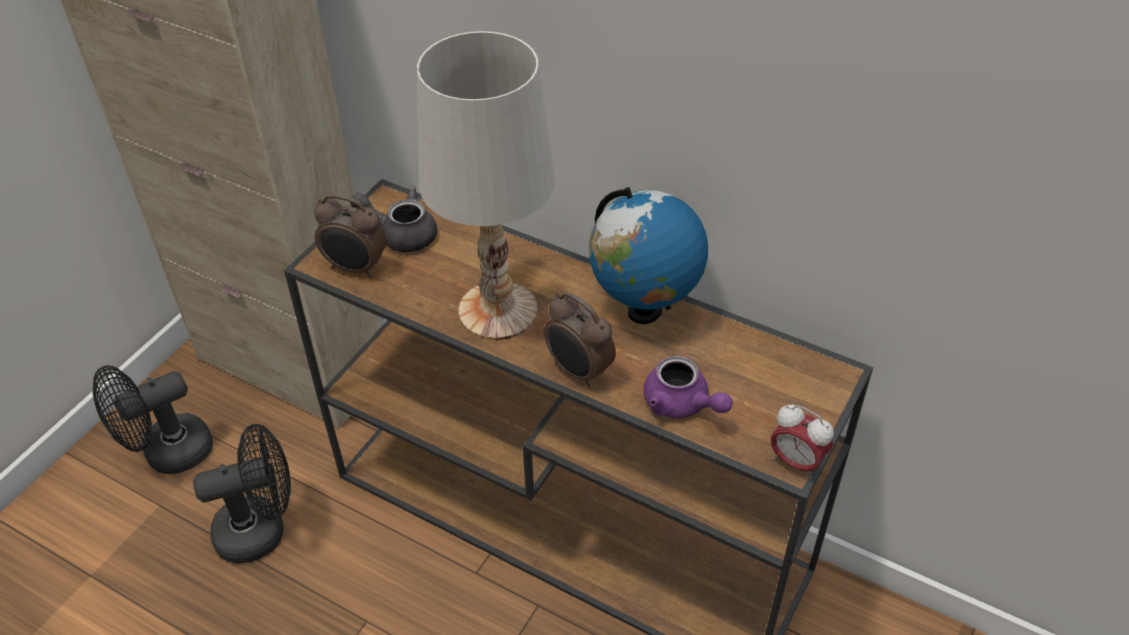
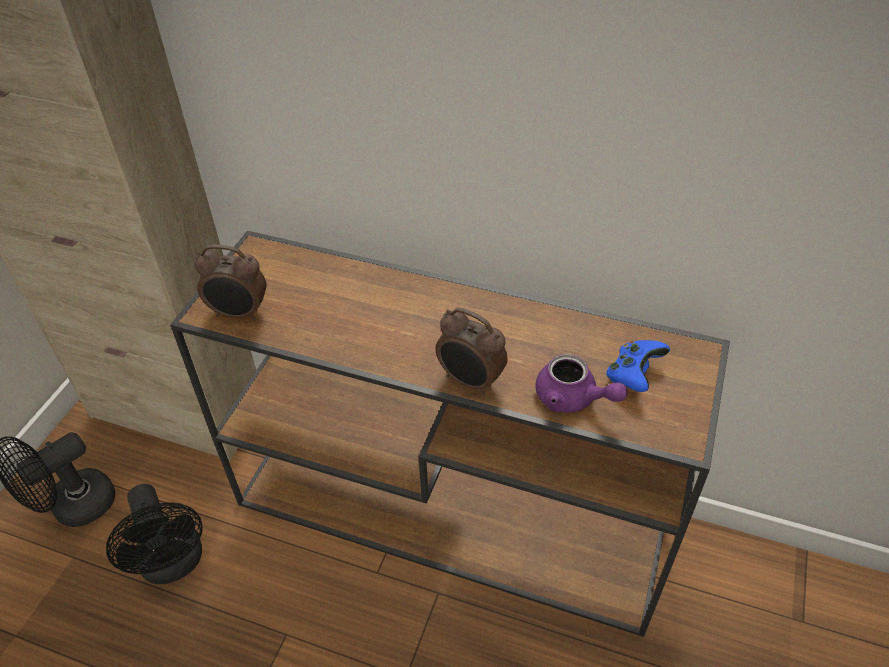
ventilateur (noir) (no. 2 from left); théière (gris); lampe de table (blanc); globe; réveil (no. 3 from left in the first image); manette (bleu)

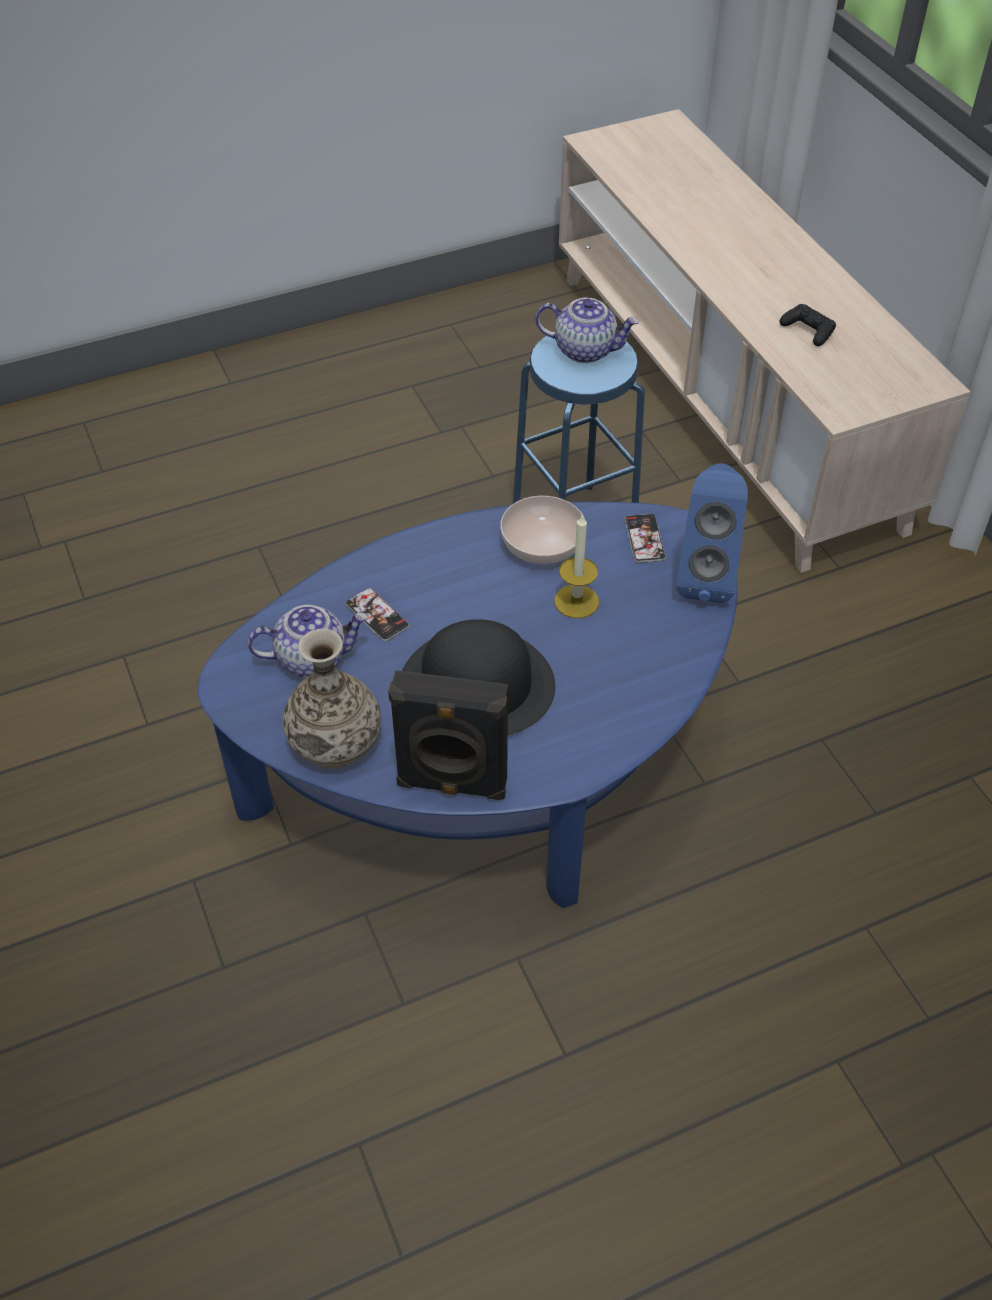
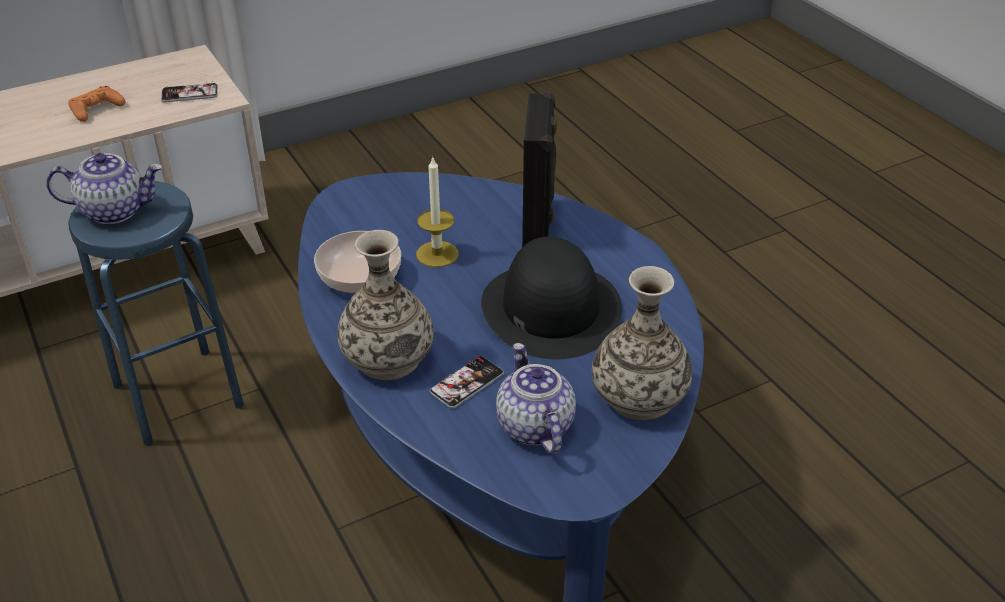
enceinte (noir); théière (no. 1 from left); téléphone (no. 1 from left); enceinte (bleu); manette (orange); vase (no. 1 from left)

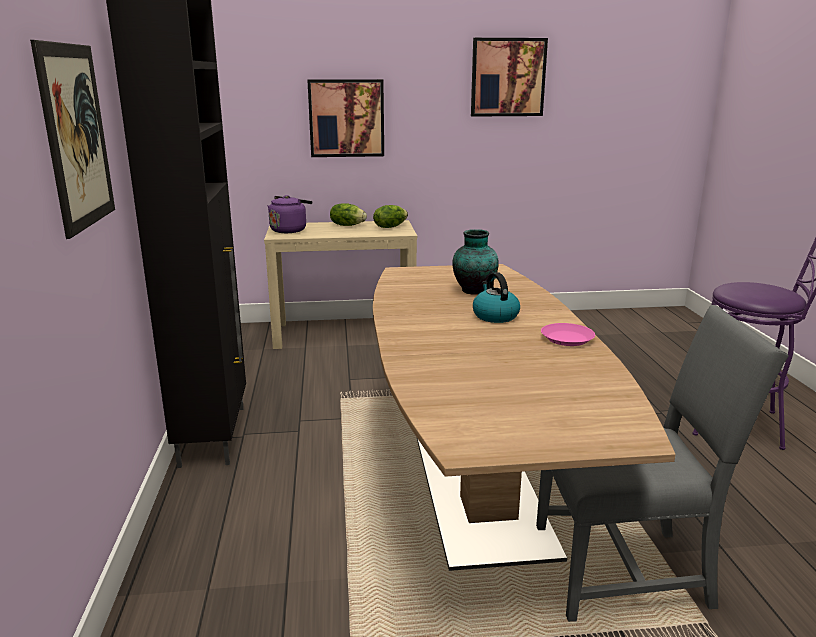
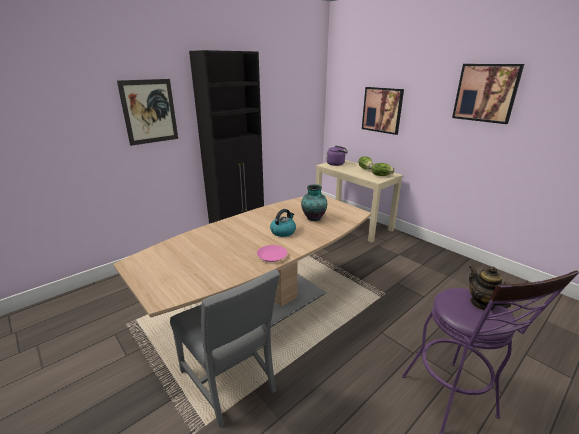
théière

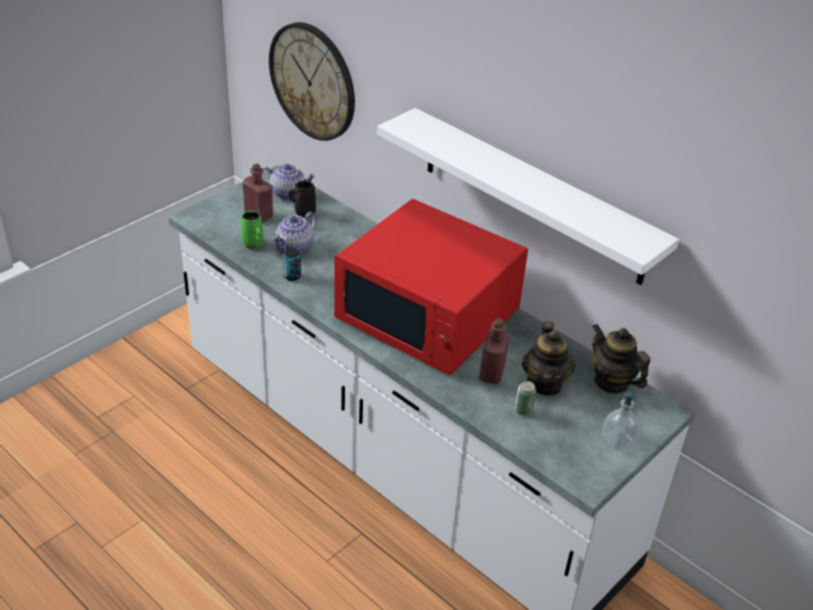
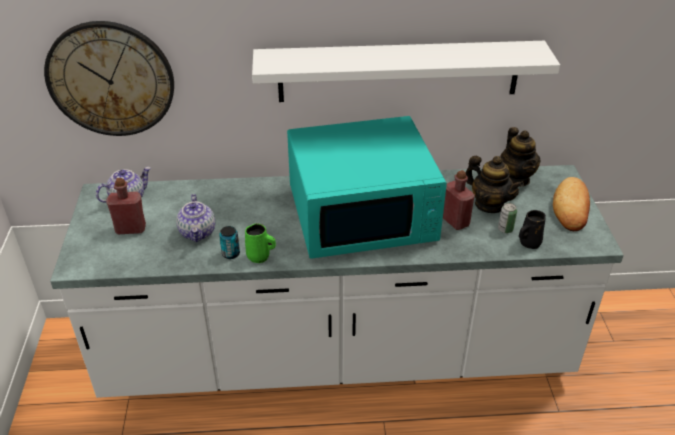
mug (vert); mug (noir); micro-ondes (turquoise); théière (no. 4 from left); pain

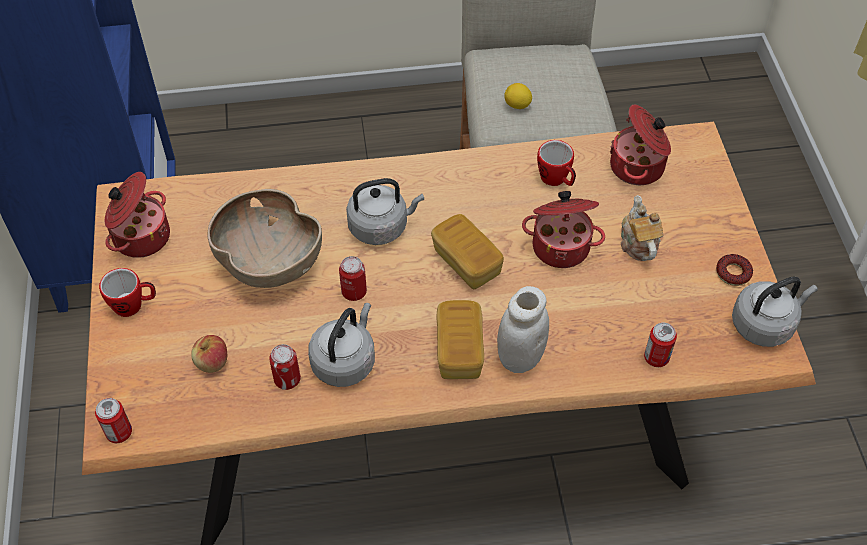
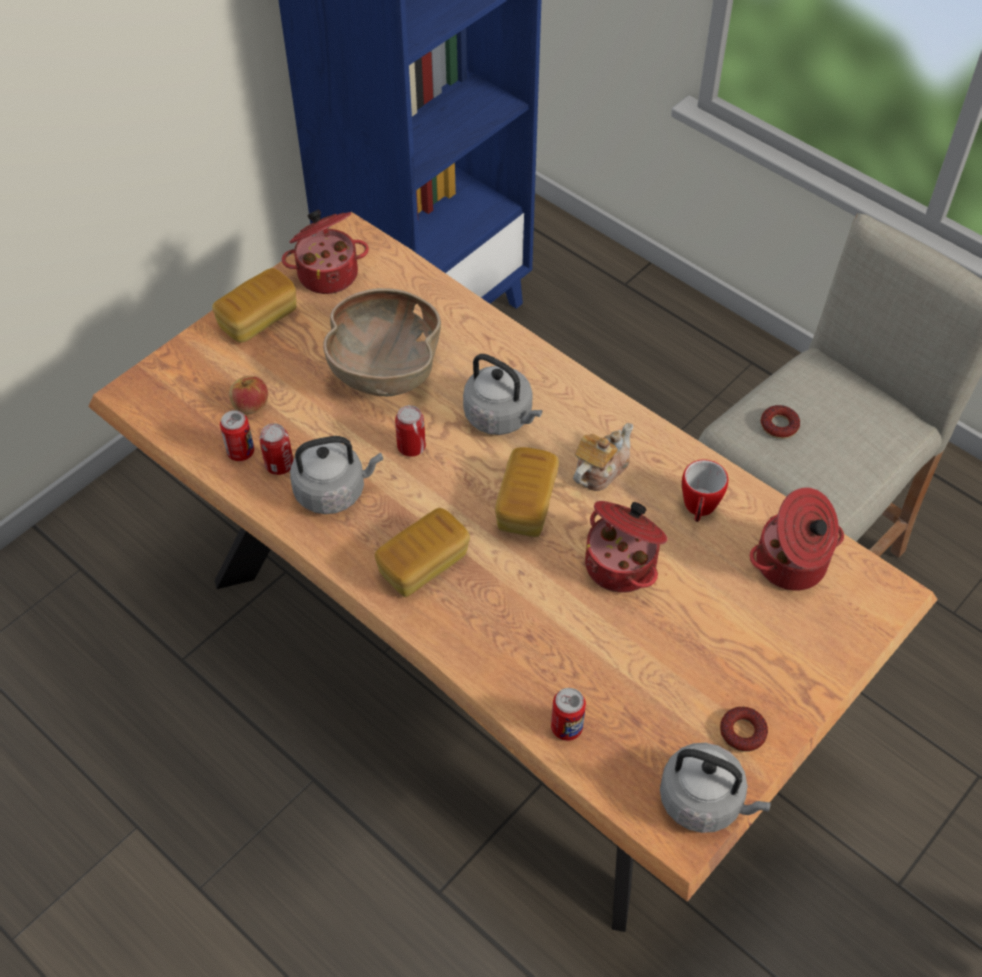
boîte métallique (no. 1 from left); pain (no. 1 from left); bocal (blanc); beignet (no. 2 from left); théière

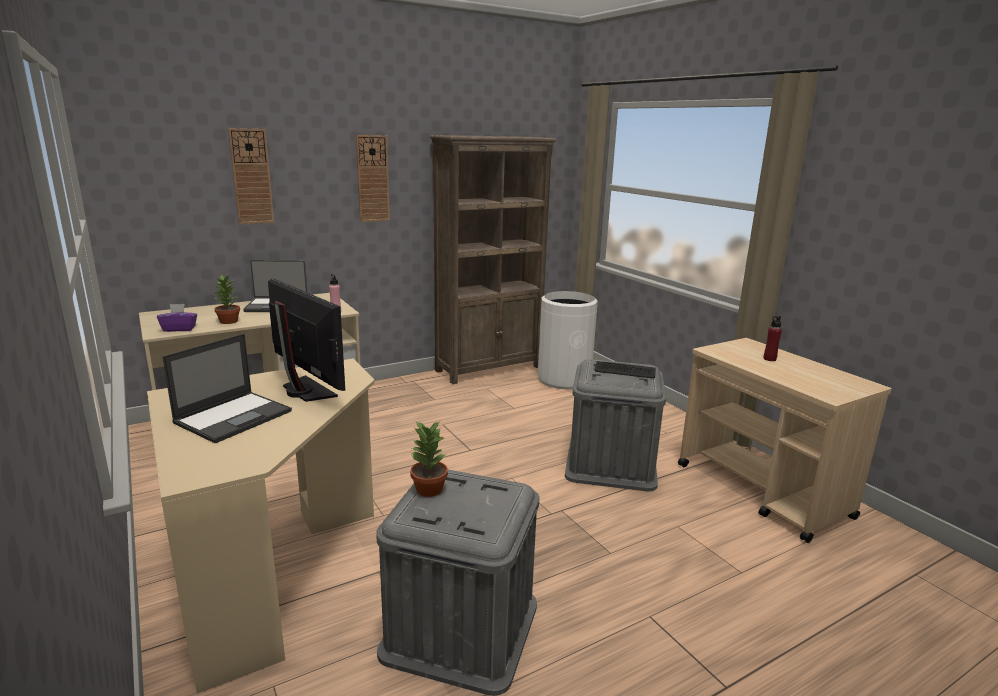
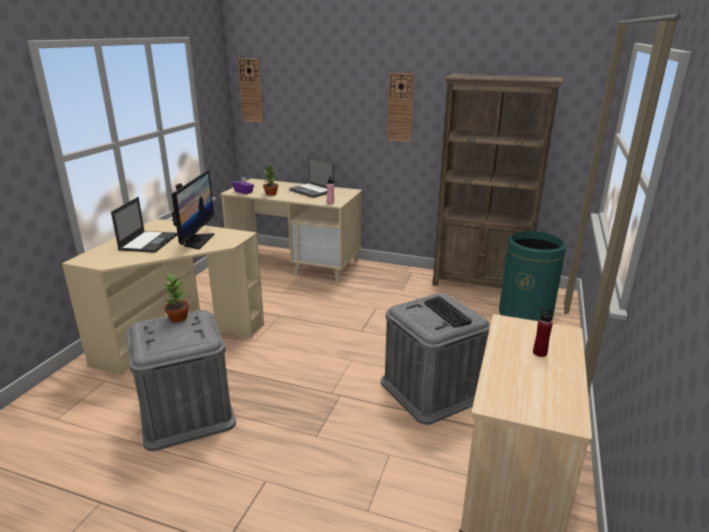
ordinateur portable (no. 1 from left); horloge murale (no. 1 from left); poubelle (vert)

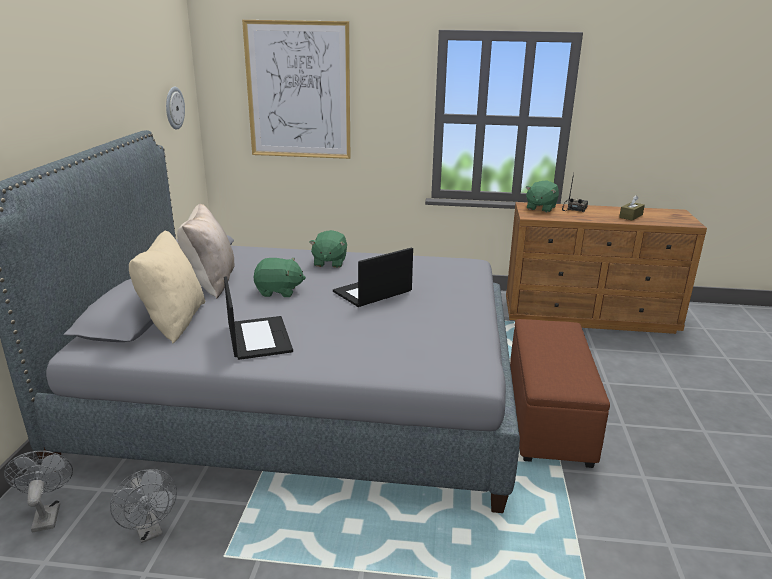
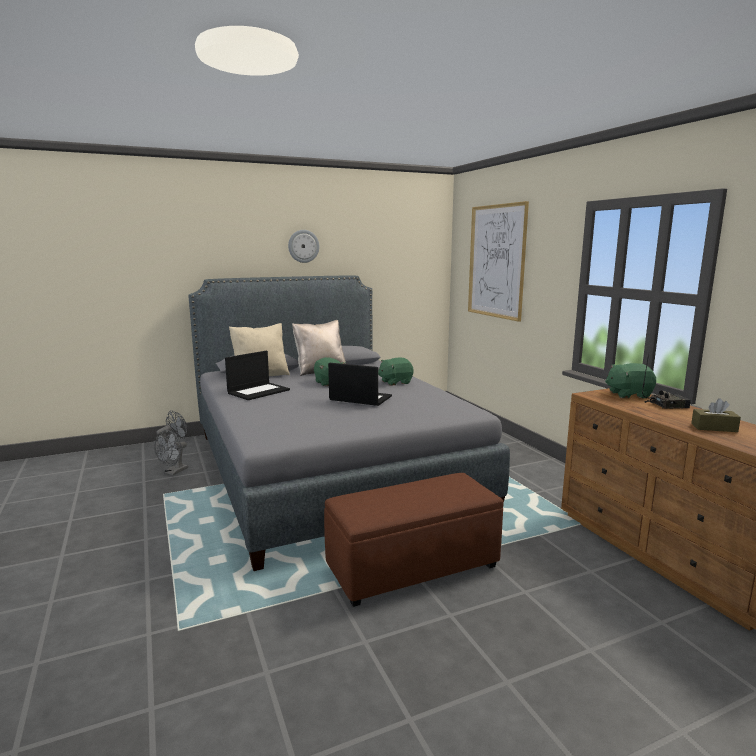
horloge murale

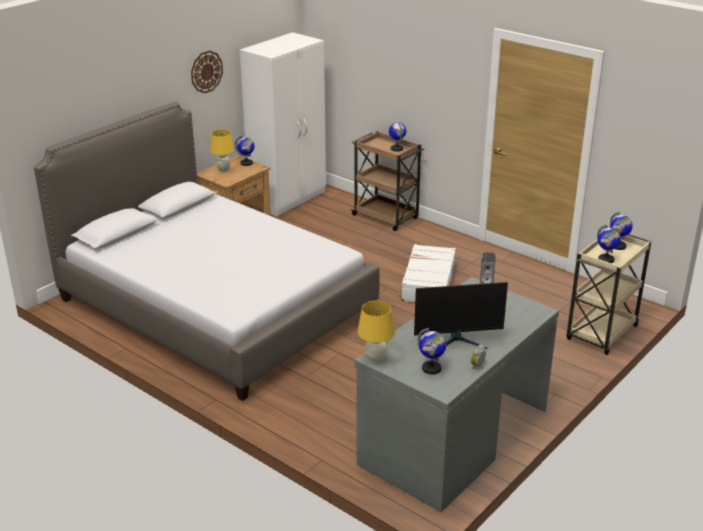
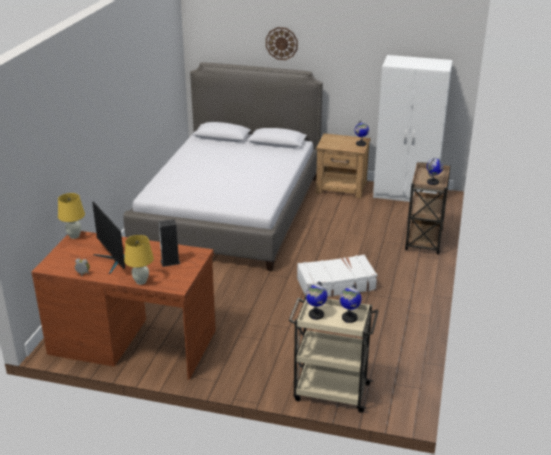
horloge murale; lampe de table (jaune) (no. 2 from left); bureau (marron); globe (no. 3 from left in the first image)

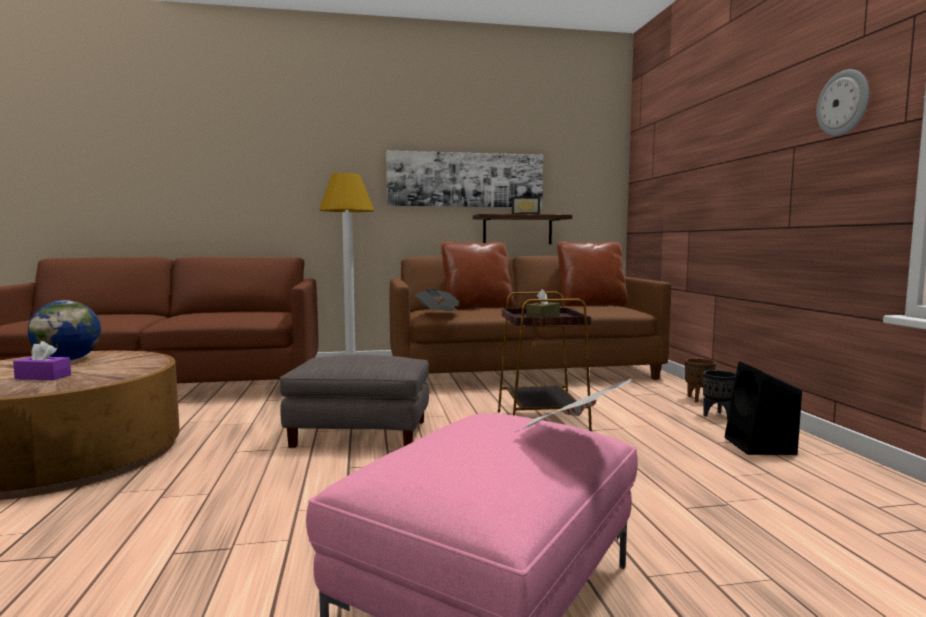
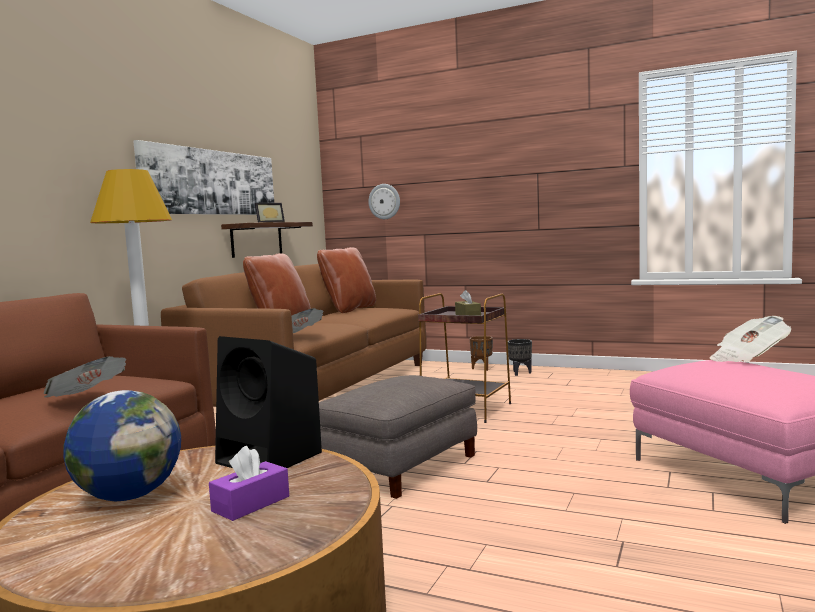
enceinte (noir); horloge murale; journal (no. 1 from left)

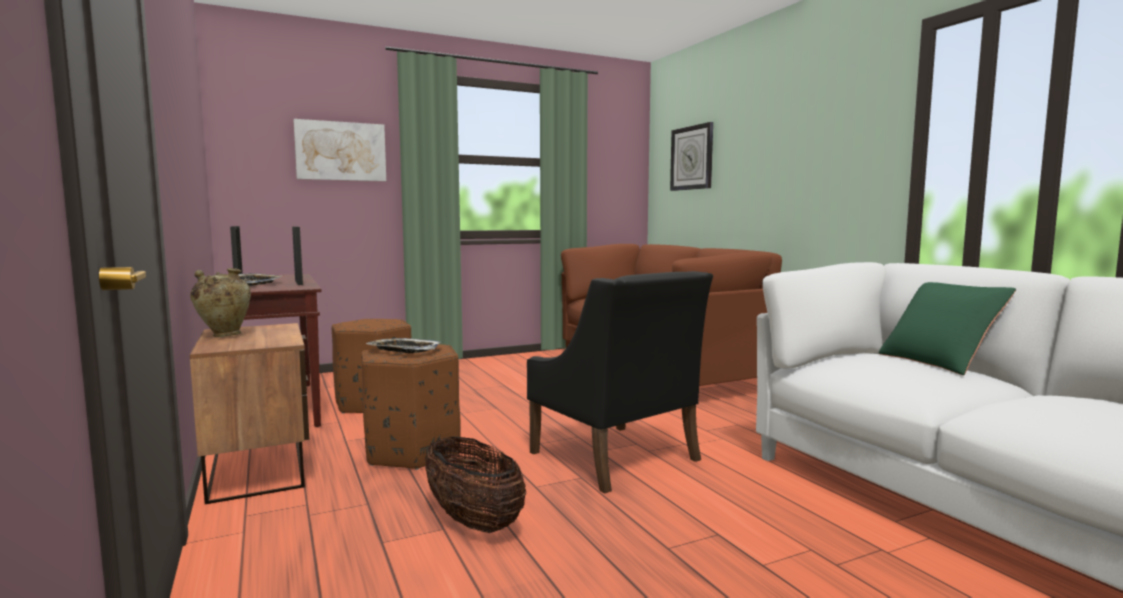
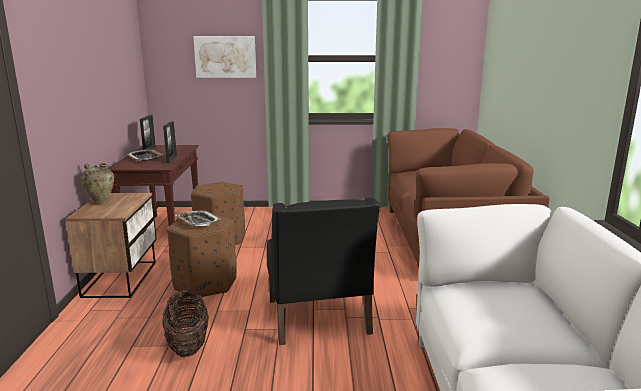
horloge murale; coussin (vert)

